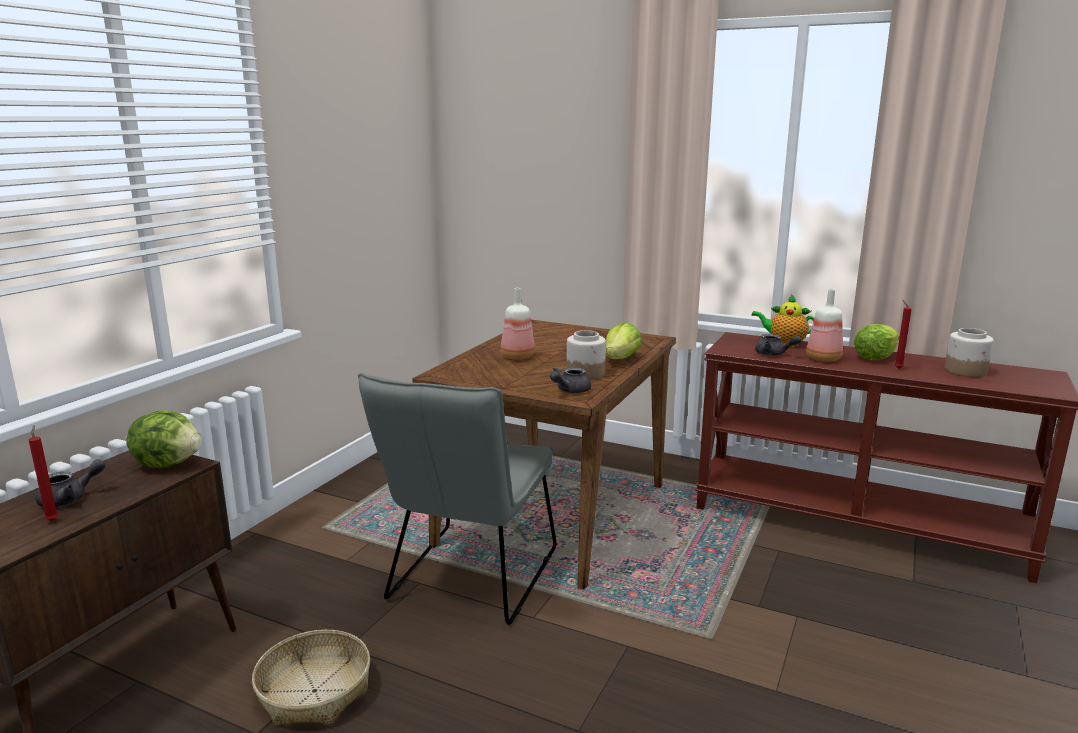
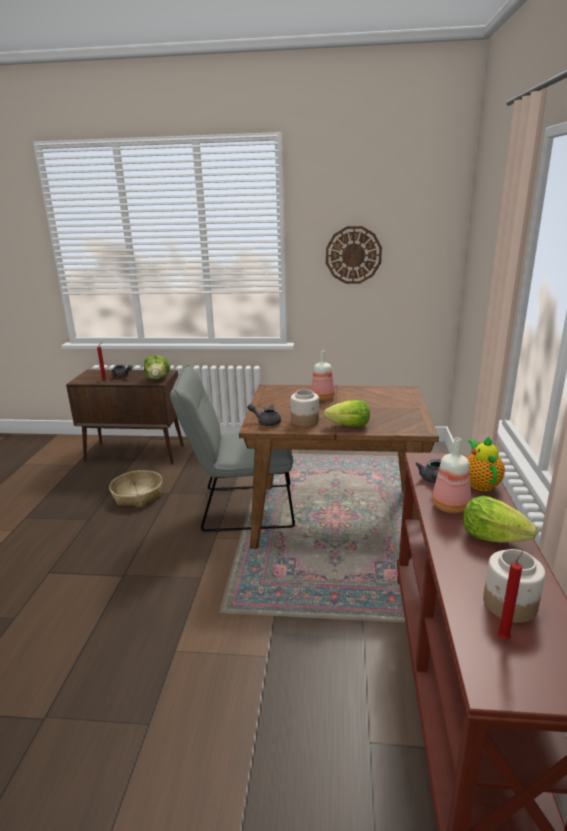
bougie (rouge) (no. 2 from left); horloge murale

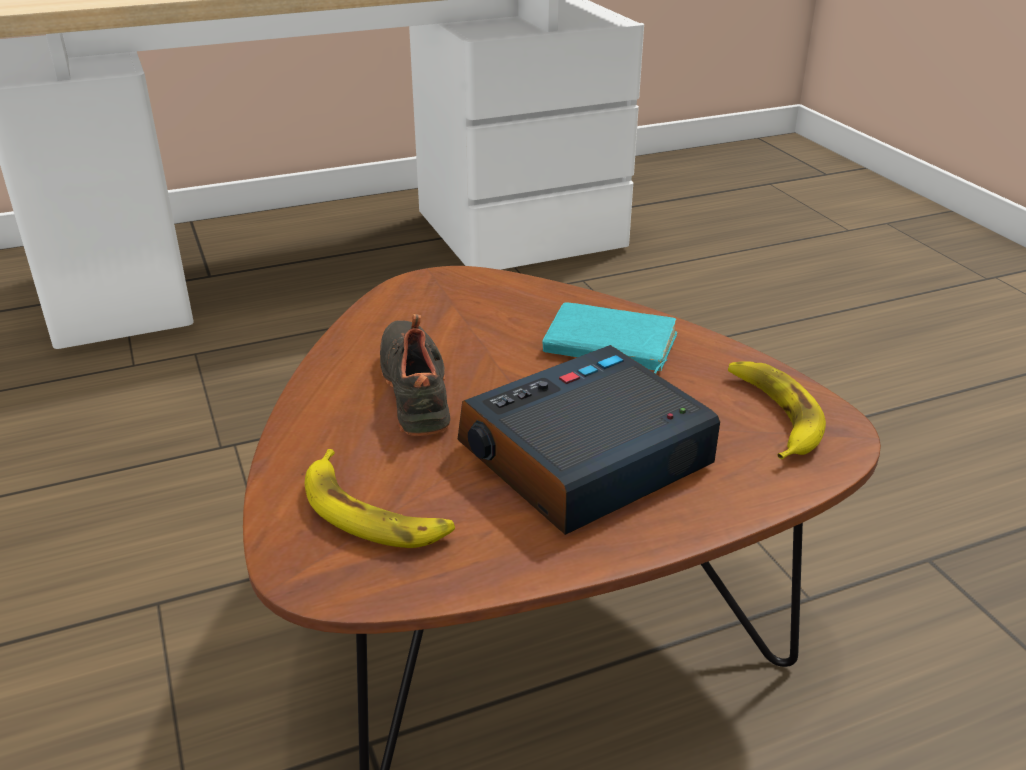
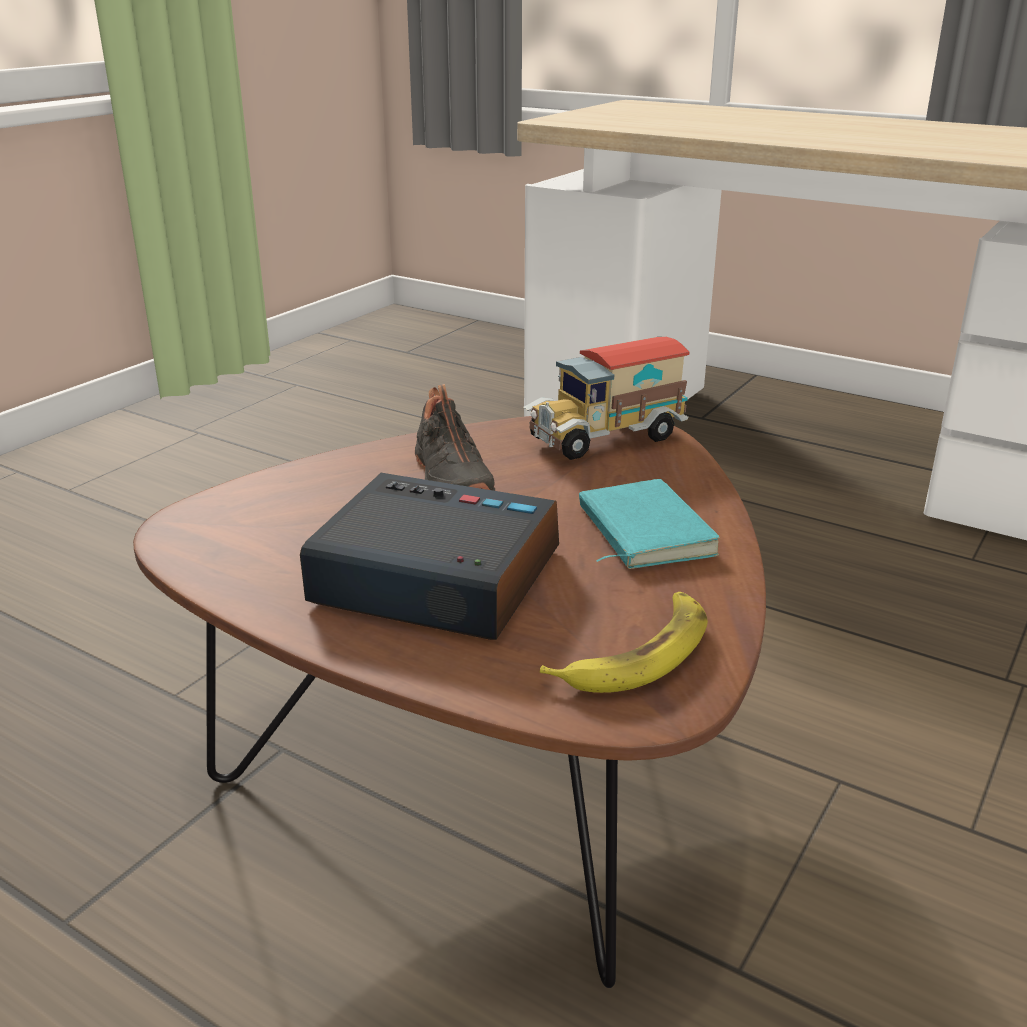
banane (no. 1 from left in the first image); chaussure (noir); camion jouet

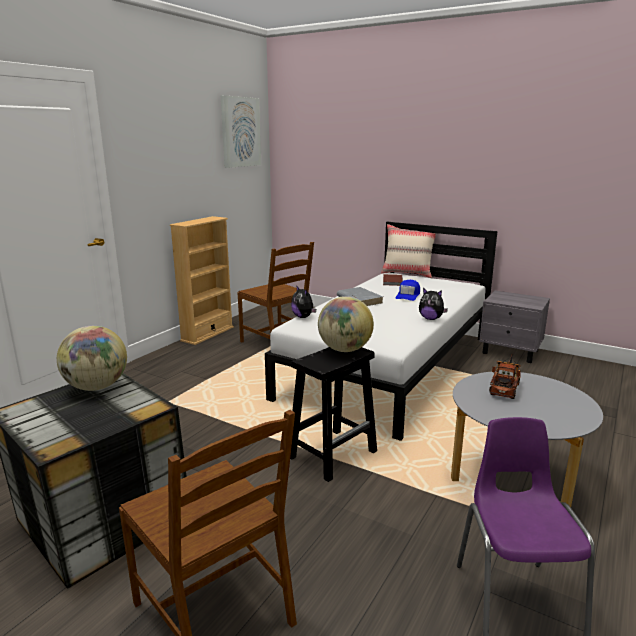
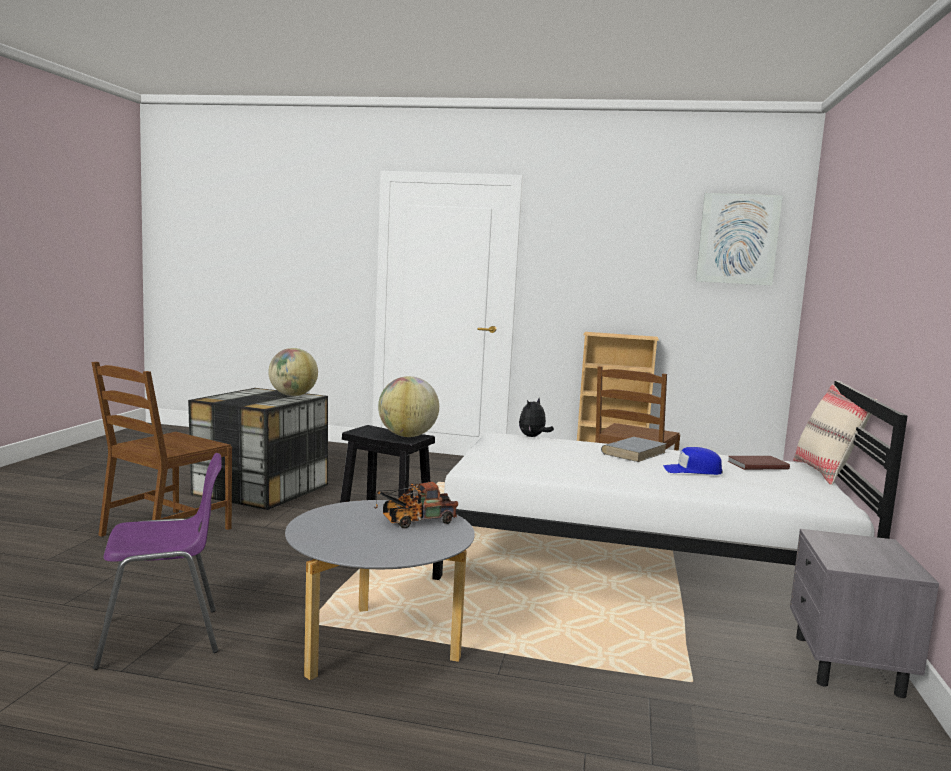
peluche (no. 2 from left in the first image); camion jouet

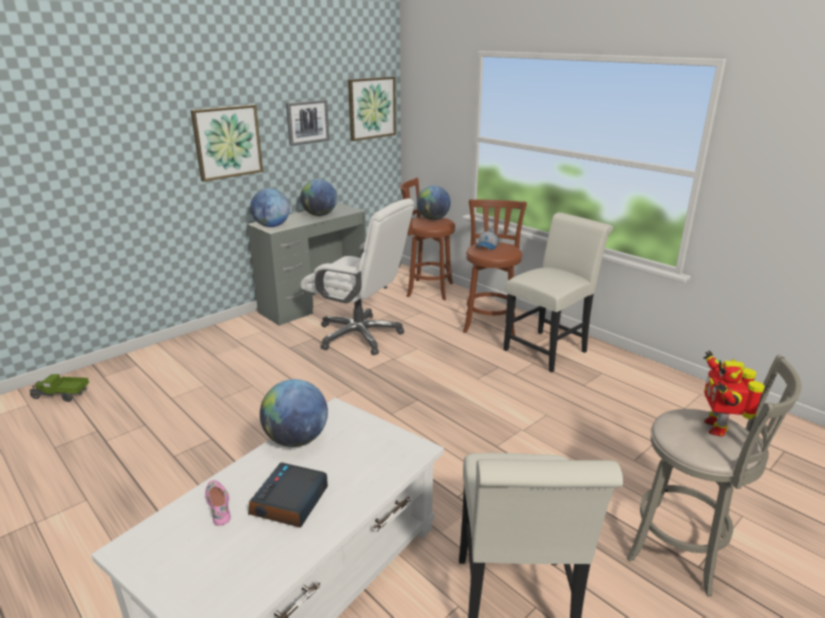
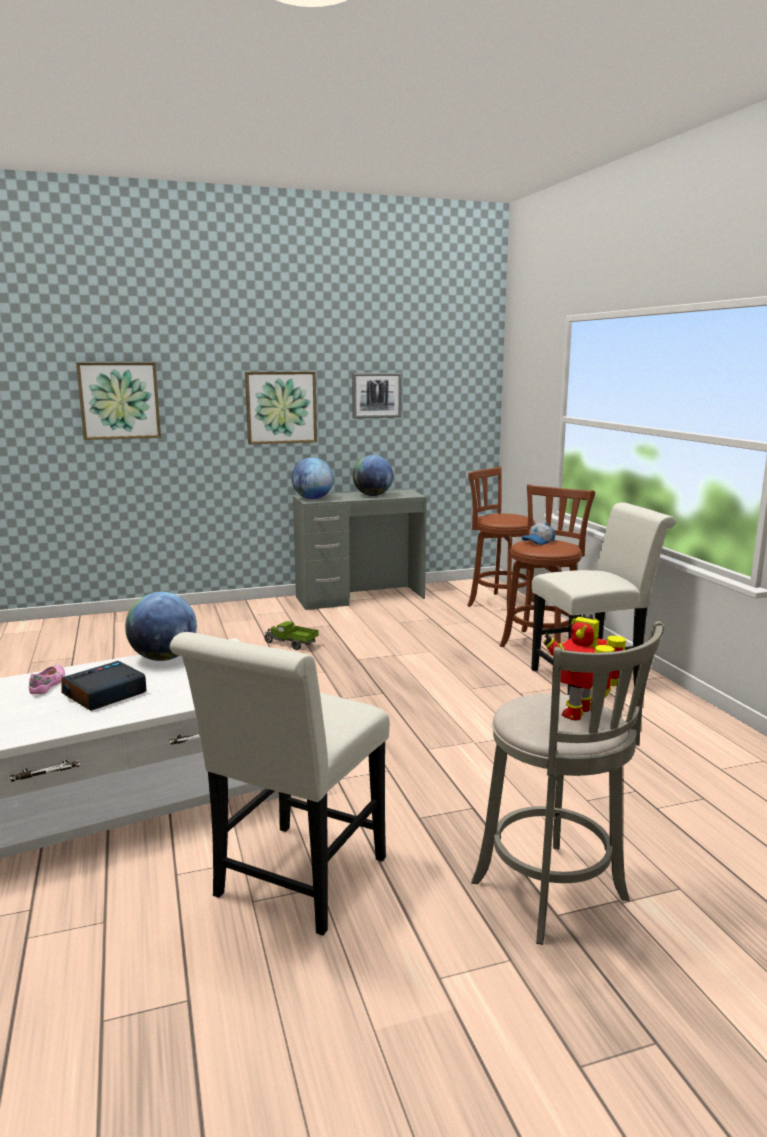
camion jouet; chaise de bureau (blanc); tableau (no. 1 from left); globe (no. 4 from left in the first image)

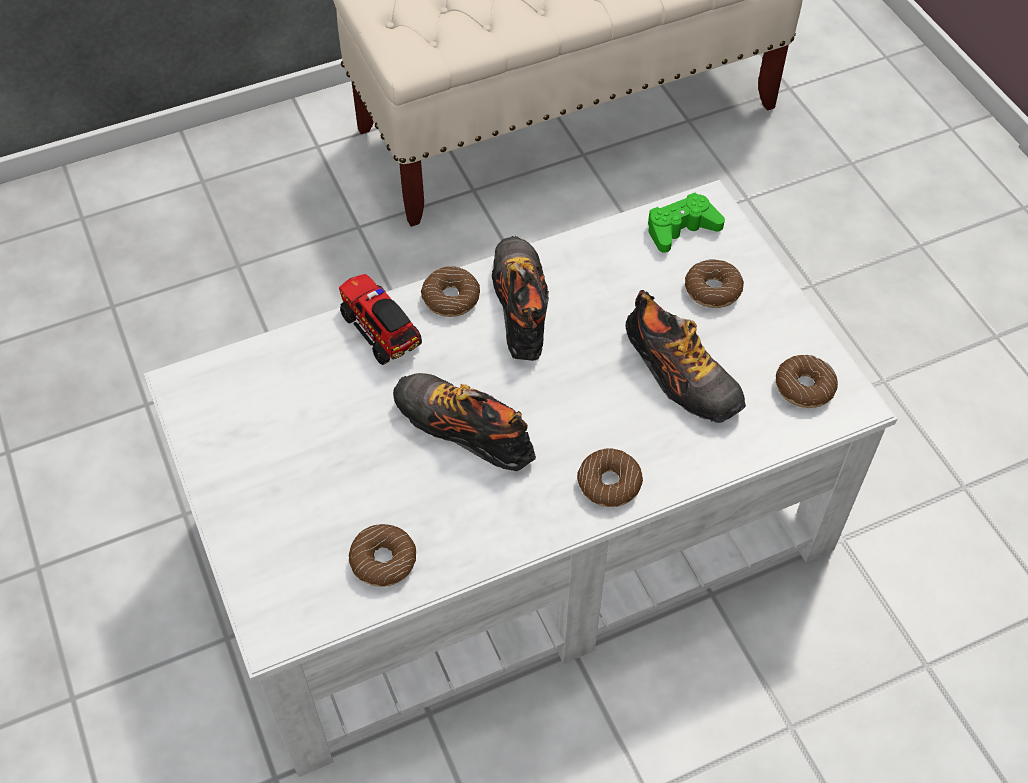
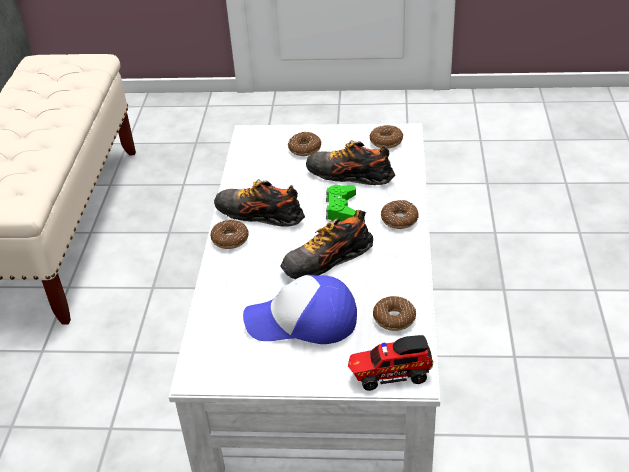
camion jouet; chaussure (no. 3 from left); manette (vert); casquette

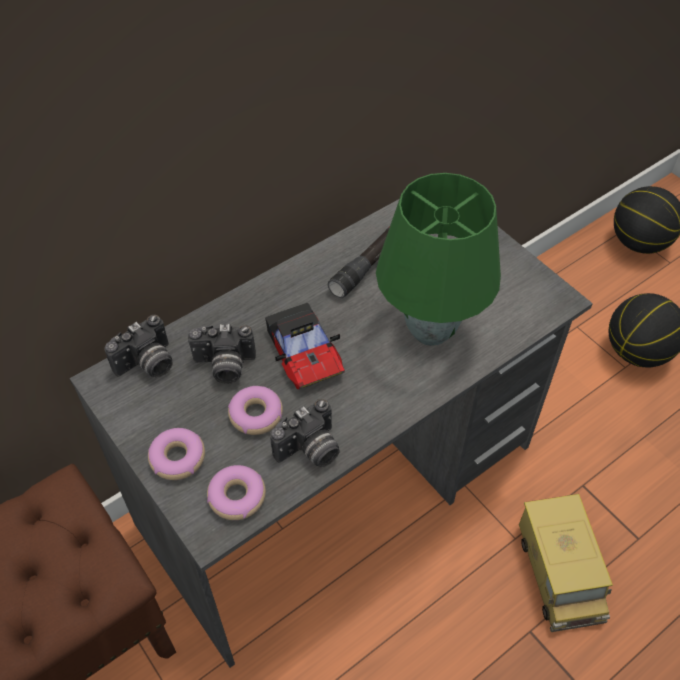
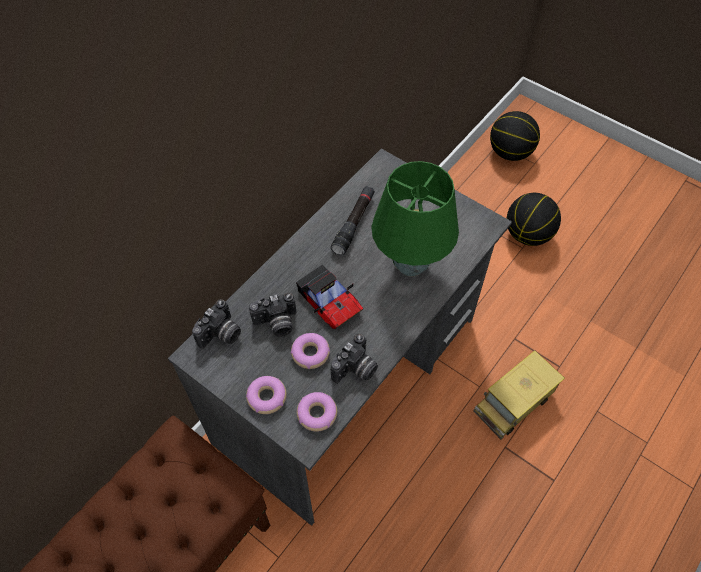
camion jouet

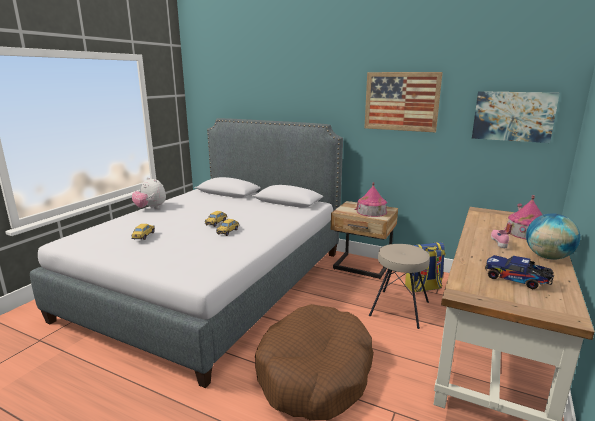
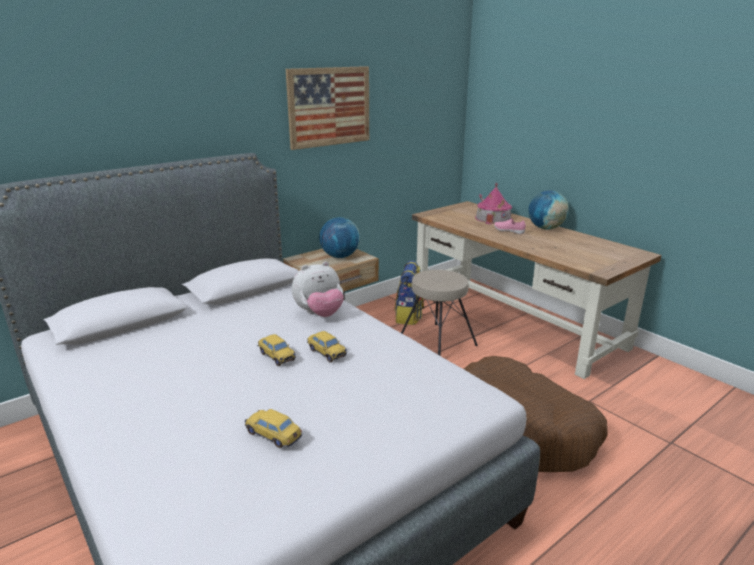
peluche; globe (no. 1 from left); tableau (no. 2 from left in the first image); camion jouet

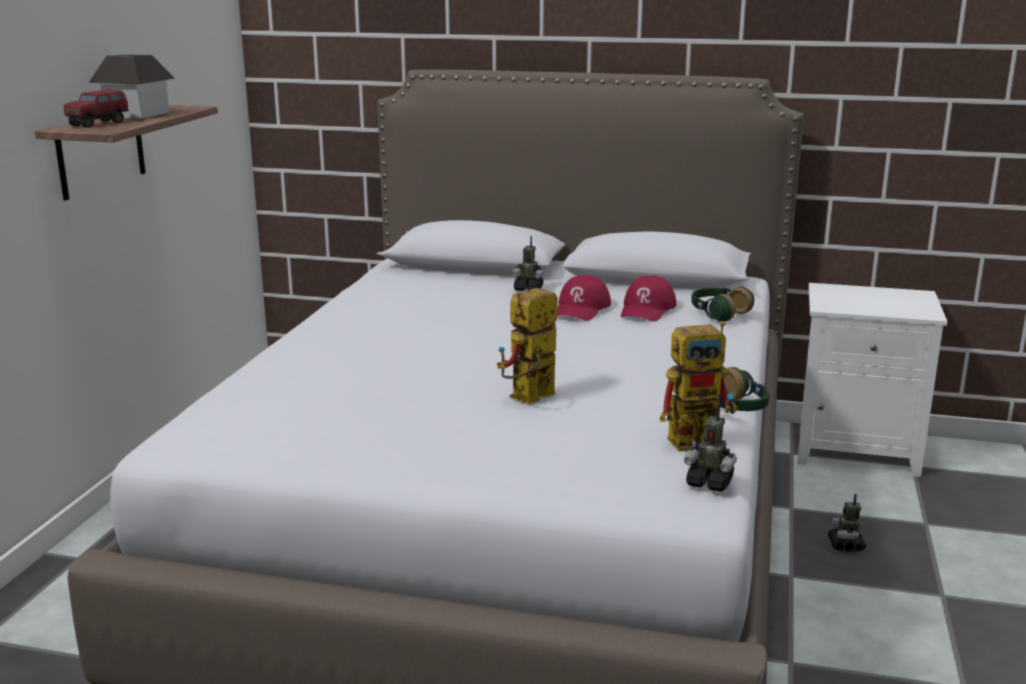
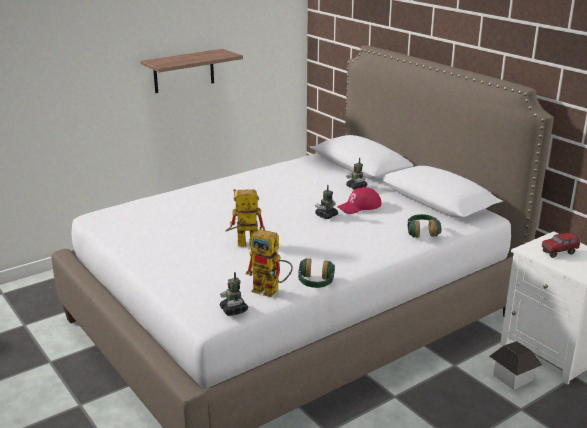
camion jouet; maison miniature; casquette (rouge) (no. 2 from left in the first image); robot jouet (no. 4 from left)

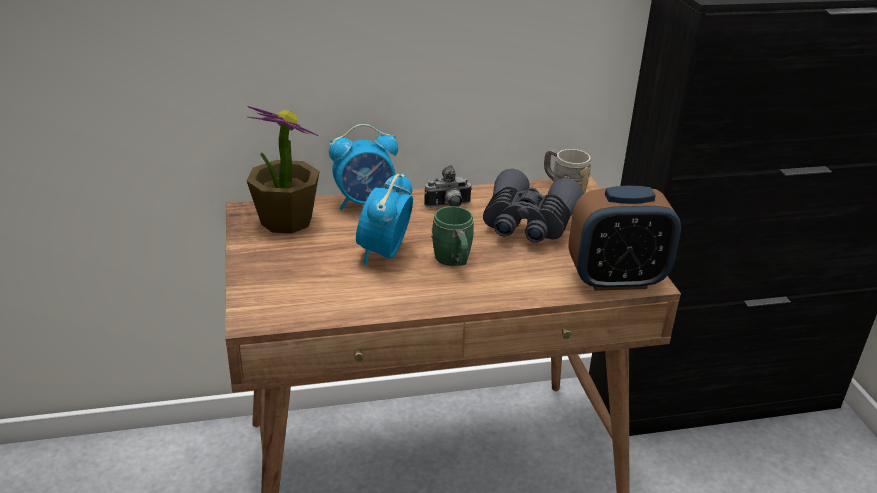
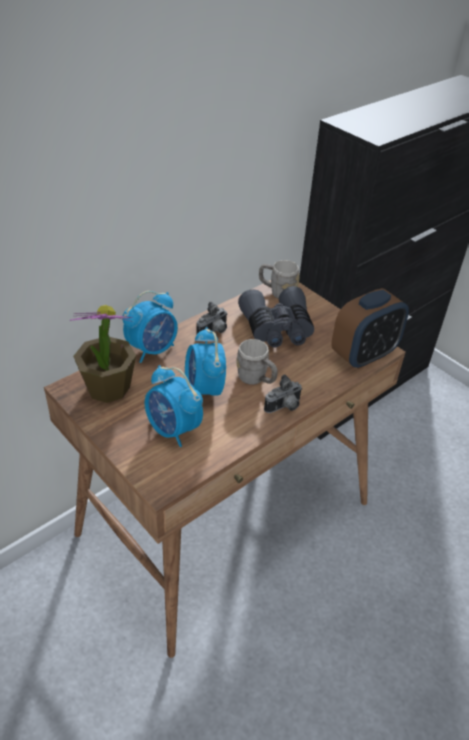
mug (gris) (no. 1 from left); réveil (no. 2 from left); appareil photo (no. 2 from left)

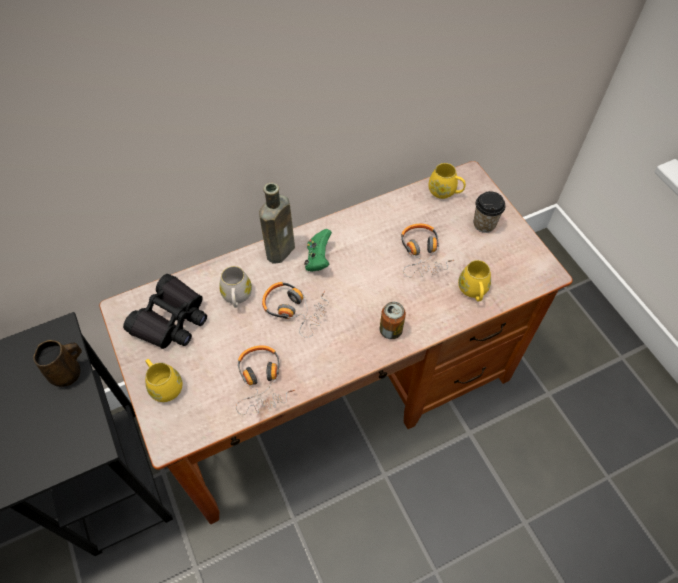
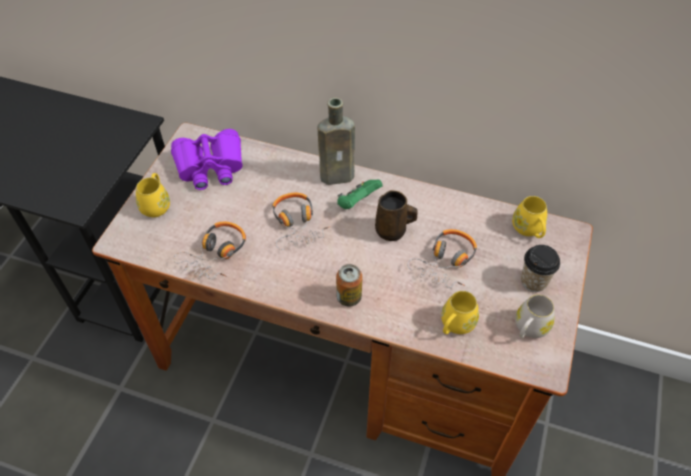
mug (marron); jumelles (violet); mug (blanc)

